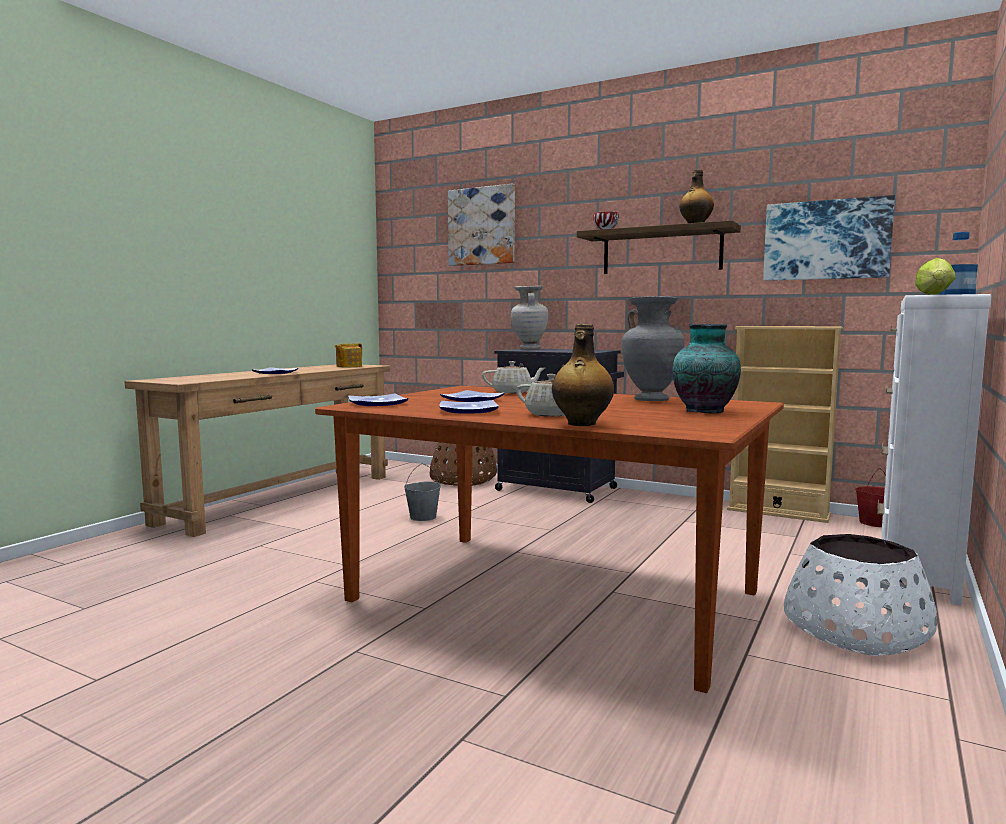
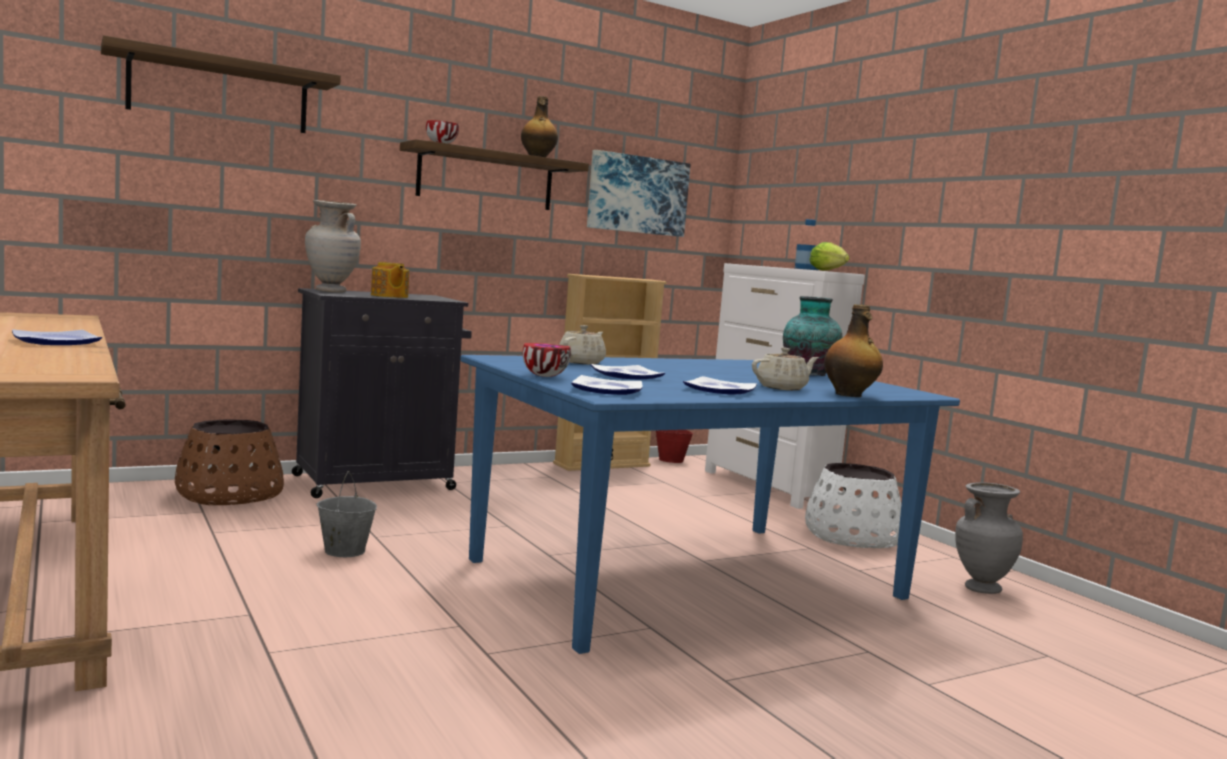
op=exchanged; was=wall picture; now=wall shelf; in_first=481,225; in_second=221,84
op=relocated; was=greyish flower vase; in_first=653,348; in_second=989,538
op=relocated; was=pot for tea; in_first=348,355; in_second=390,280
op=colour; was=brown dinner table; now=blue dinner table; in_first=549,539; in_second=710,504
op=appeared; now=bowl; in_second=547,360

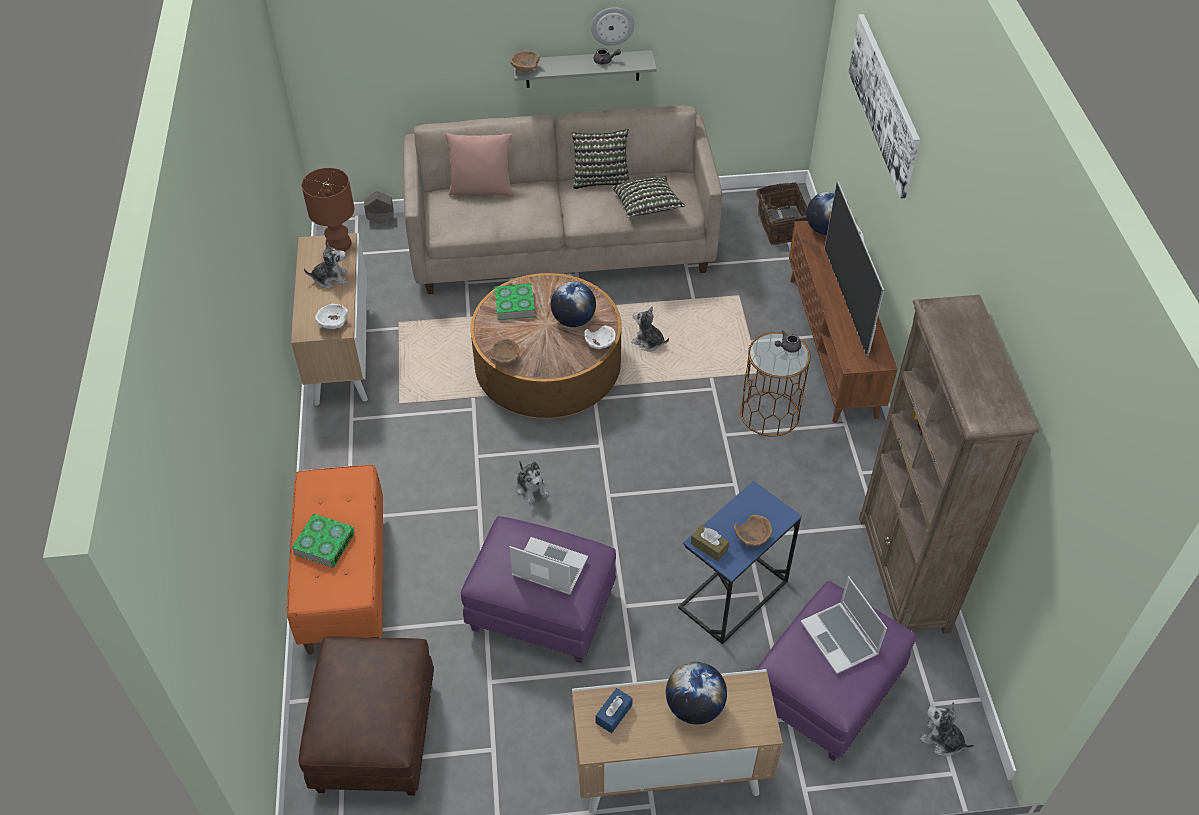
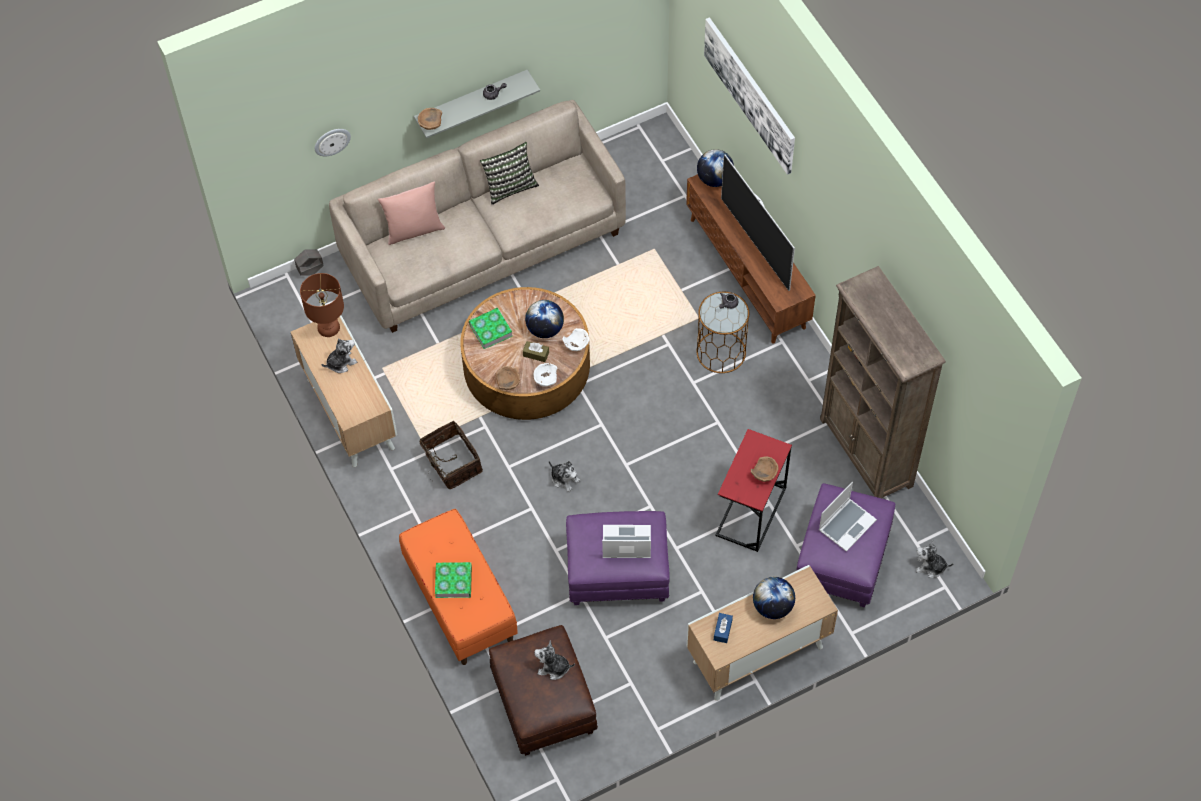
op=relocated; was=hanging clock; in_first=612,26; in_second=333,142
op=missing; was=cushion; in_first=648,196
op=relocated; was=household basket; in_first=781,213; in_second=451,455
op=relocated; was=whitish bowl; in_first=331,316; in_second=545,375
op=relocated; was=cuddly toy; in_first=650,329; in_second=554,660
op=colour; was=blue side table; now=red side table; in_first=740,562; in_second=753,490
op=relocated; was=brown tissue box; in_first=710,543; in_second=536,351
op=spun; was=notebook computer; in_first=844,625; in_second=848,517; clockwise=-90

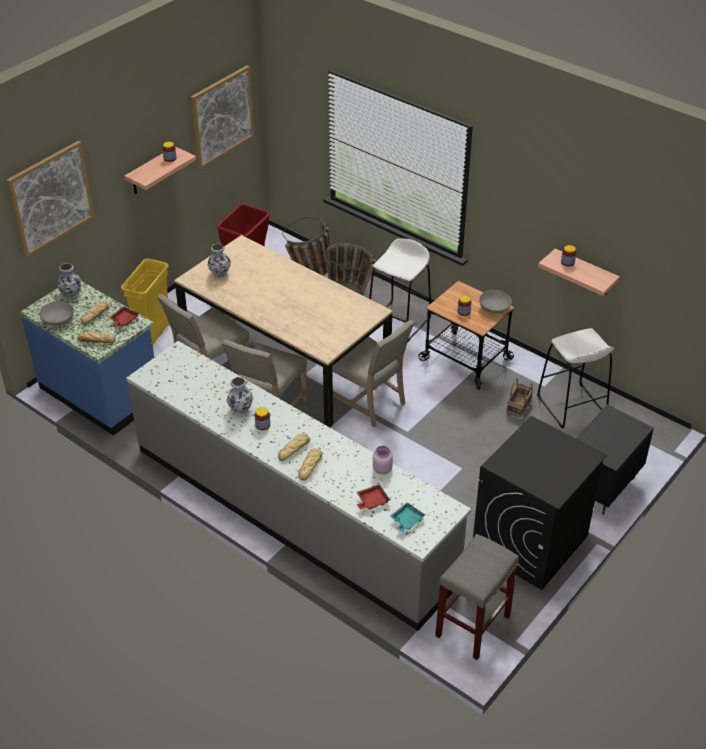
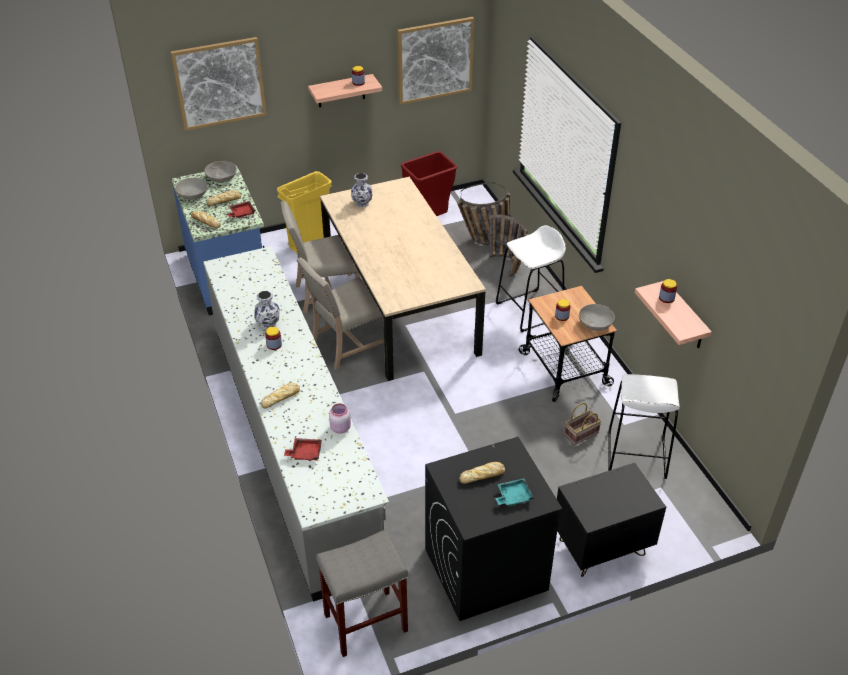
op=exchanged; was=flower vase; now=greyish bowl; in_first=69,281; in_second=220,171
op=missing; was=beige-coloured plain chair; in_first=373,374
op=relocated; was=bread; in_first=294,447; in_second=482,473
op=relocated; was=turquoise serving tray; in_first=408,517; in_second=514,492

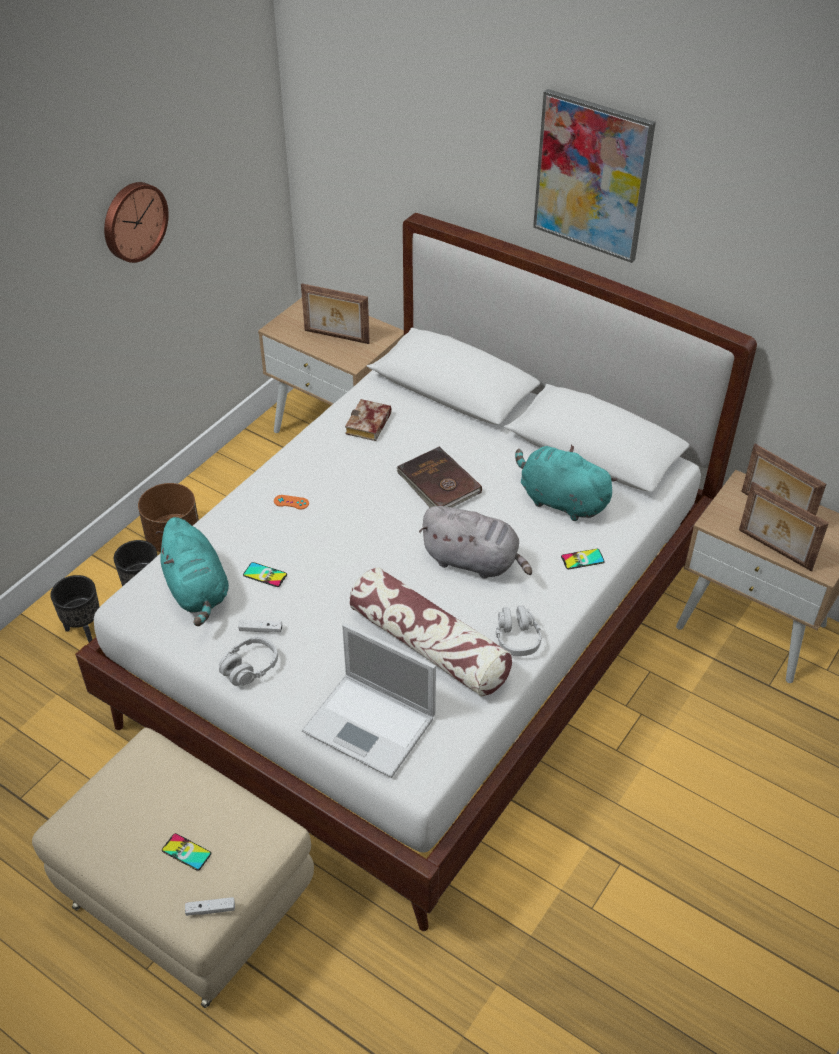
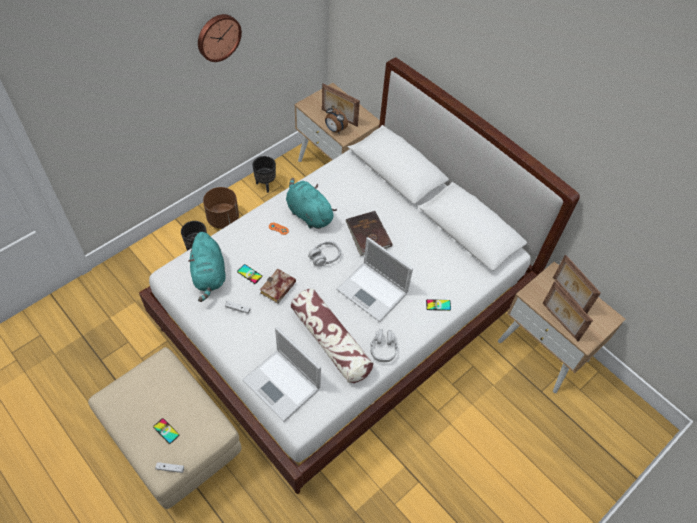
op=missing; was=wall picture; in_first=594,176
op=relocated; was=bound book; in_first=368,420; in_second=278,286
op=relocated; was=turquoise cuddly toy; in_first=566,483; in_second=311,203
op=exchanged; was=greyish cuddly toy; now=notebook computer; in_first=475,542; in_second=374,279
op=relocated; was=black plant pot; in_first=75,609; in_second=264,174
op=relocated; was=greyish pair of headphones; in_first=248,661; in_second=324,254
op=appeared; now=alarm clock; in_second=336,119

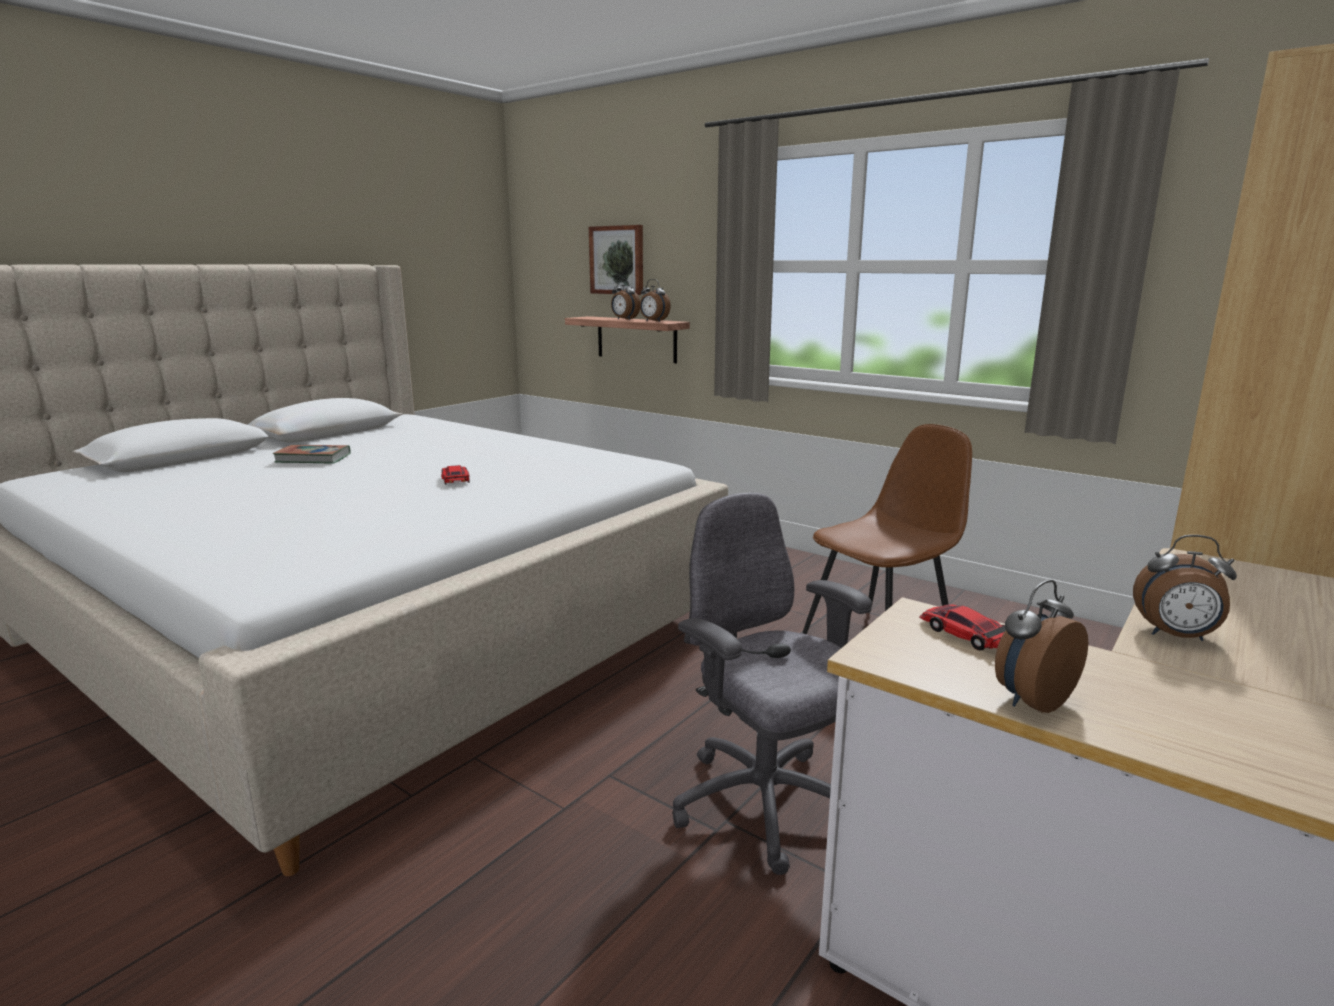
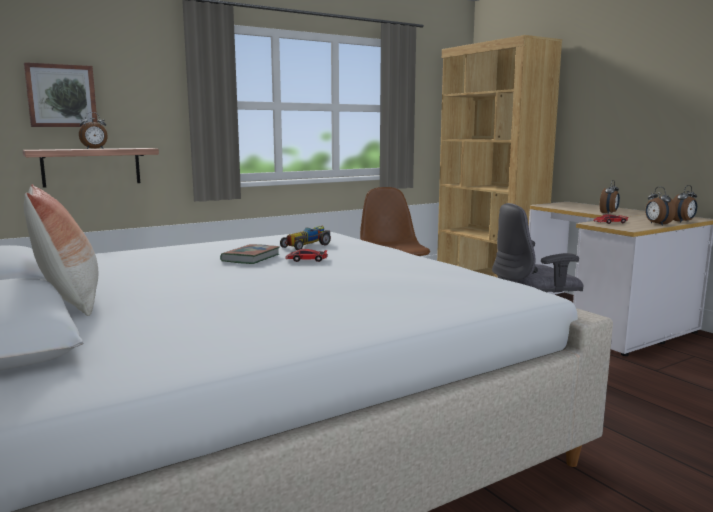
op=relocated; was=alarm clock; in_first=655,300; in_second=685,204
op=relocated; was=bound book; in_first=312,454; in_second=250,254
op=appeared; now=cushion; in_second=61,250
op=appeared; now=model car; in_second=305,238

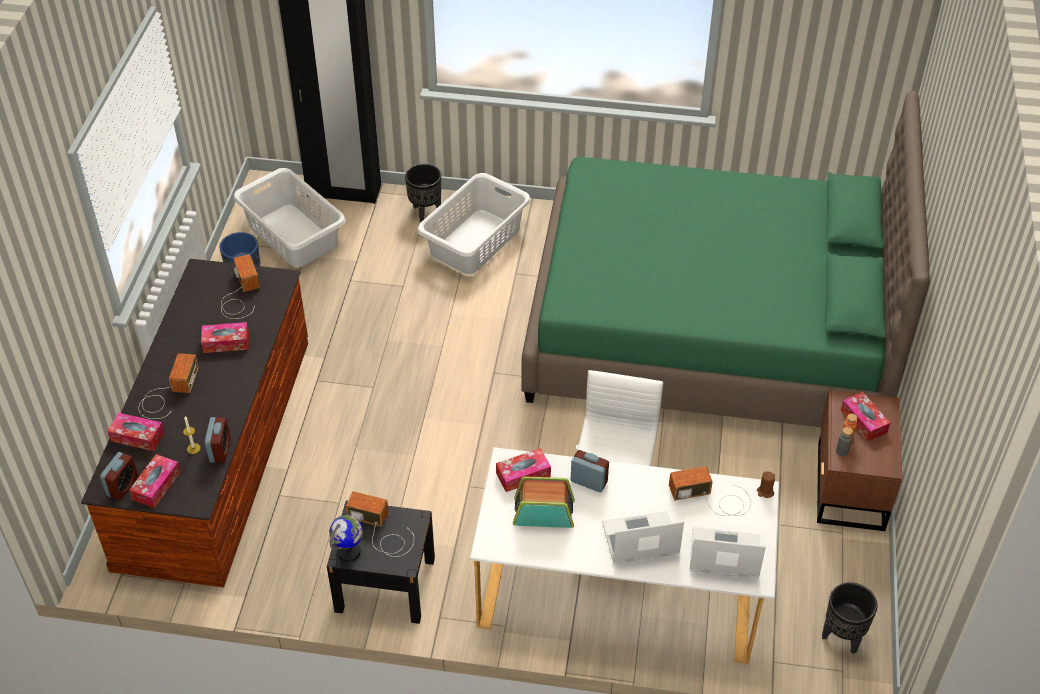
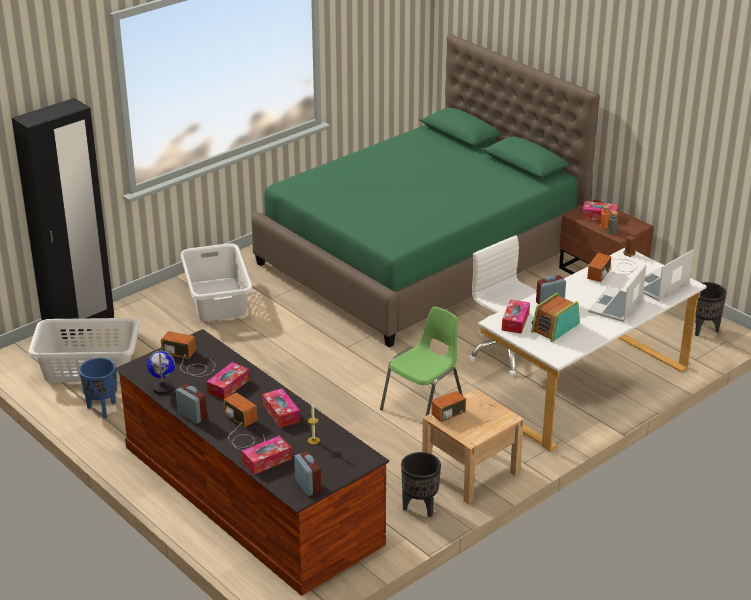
op=relocated; was=black plant pot; in_first=423,193; in_second=421,484
op=relocated; was=alarm clock; in_first=218,440; in_second=191,404
op=relocated; was=tissue box; in_first=155,481; in_second=281,408
op=colour; was=black bedside table; now=beige-coloured bedside table; in_first=381,562; in_second=473,447
op=relocated; was=world globe; in_first=346,538; in_second=161,373
op=appeared; now=green-coloured plain chair; in_second=421,369

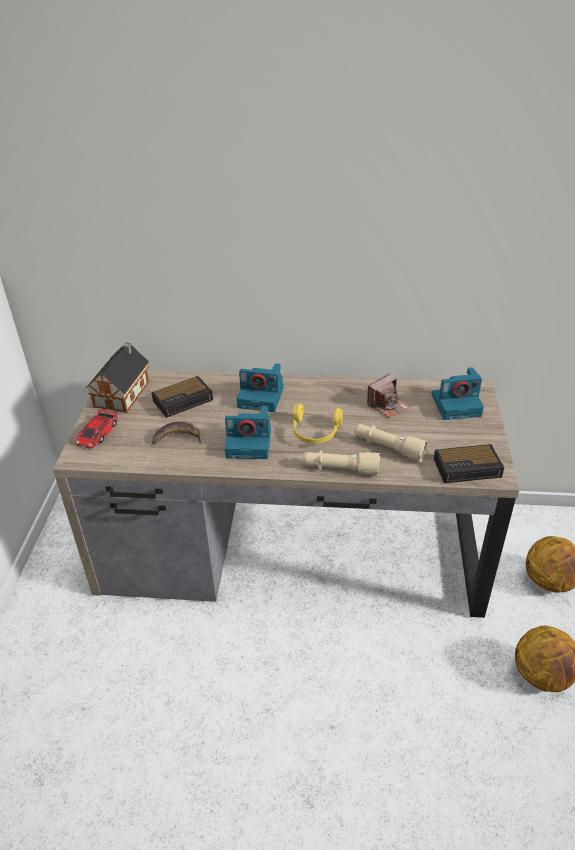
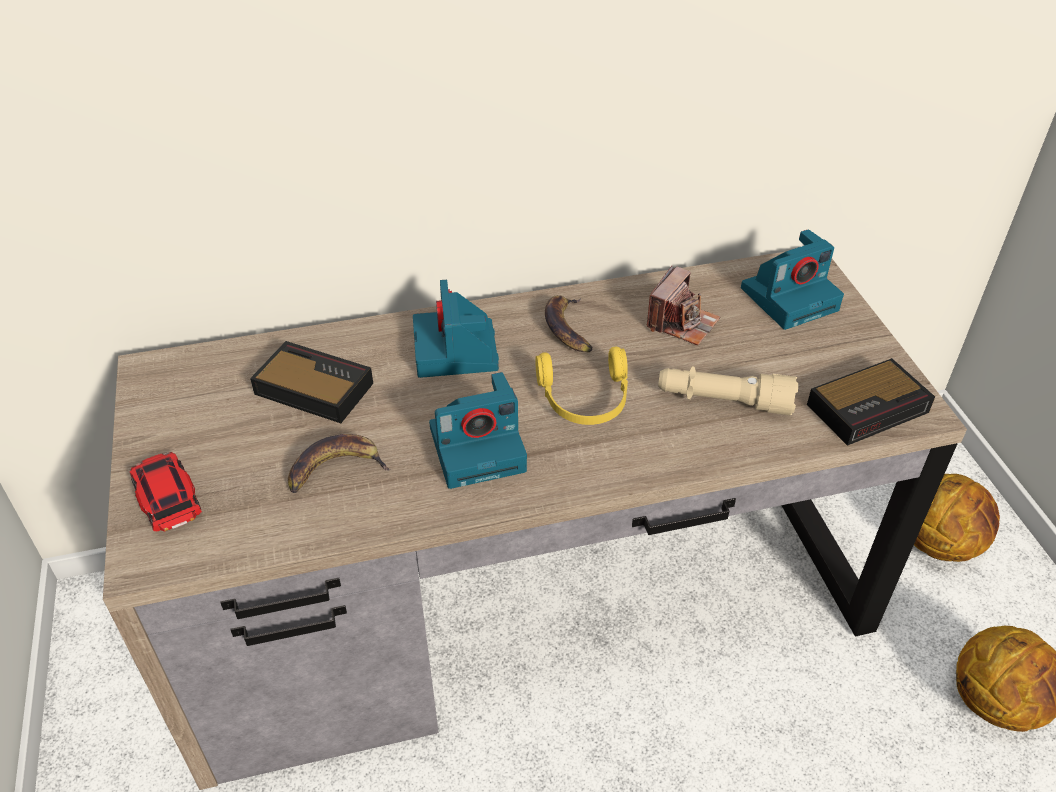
op=missing; was=model house; in_first=117,378
op=spun; was=still camera; in_first=260,387; in_second=456,329; clockwise=90
op=spun; was=alarm clock; in_first=182,397; in_second=311,382; clockwise=-105
op=spun; was=model car; in_first=97,429; in_second=166,492; clockwise=150
op=missing; was=beige-coloured torch; in_first=341,462
op=appeared; now=banana; in_second=568,323

